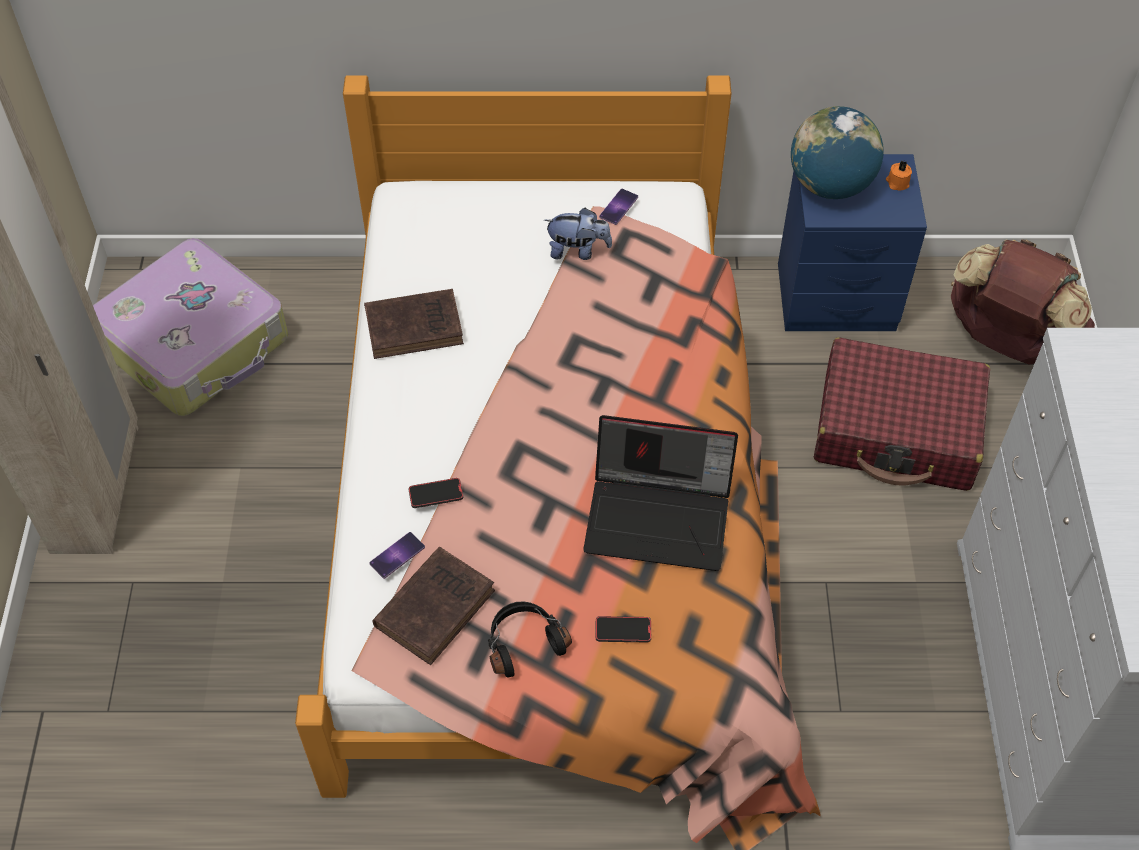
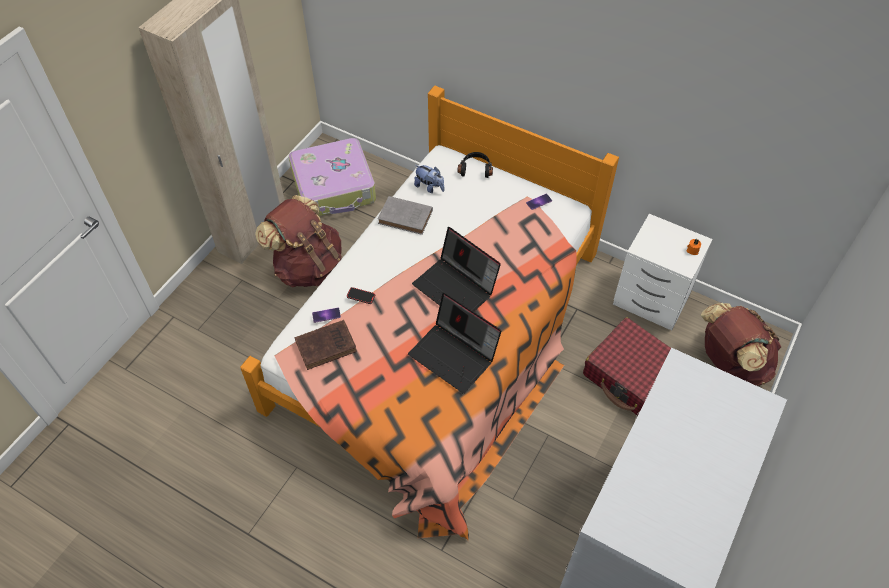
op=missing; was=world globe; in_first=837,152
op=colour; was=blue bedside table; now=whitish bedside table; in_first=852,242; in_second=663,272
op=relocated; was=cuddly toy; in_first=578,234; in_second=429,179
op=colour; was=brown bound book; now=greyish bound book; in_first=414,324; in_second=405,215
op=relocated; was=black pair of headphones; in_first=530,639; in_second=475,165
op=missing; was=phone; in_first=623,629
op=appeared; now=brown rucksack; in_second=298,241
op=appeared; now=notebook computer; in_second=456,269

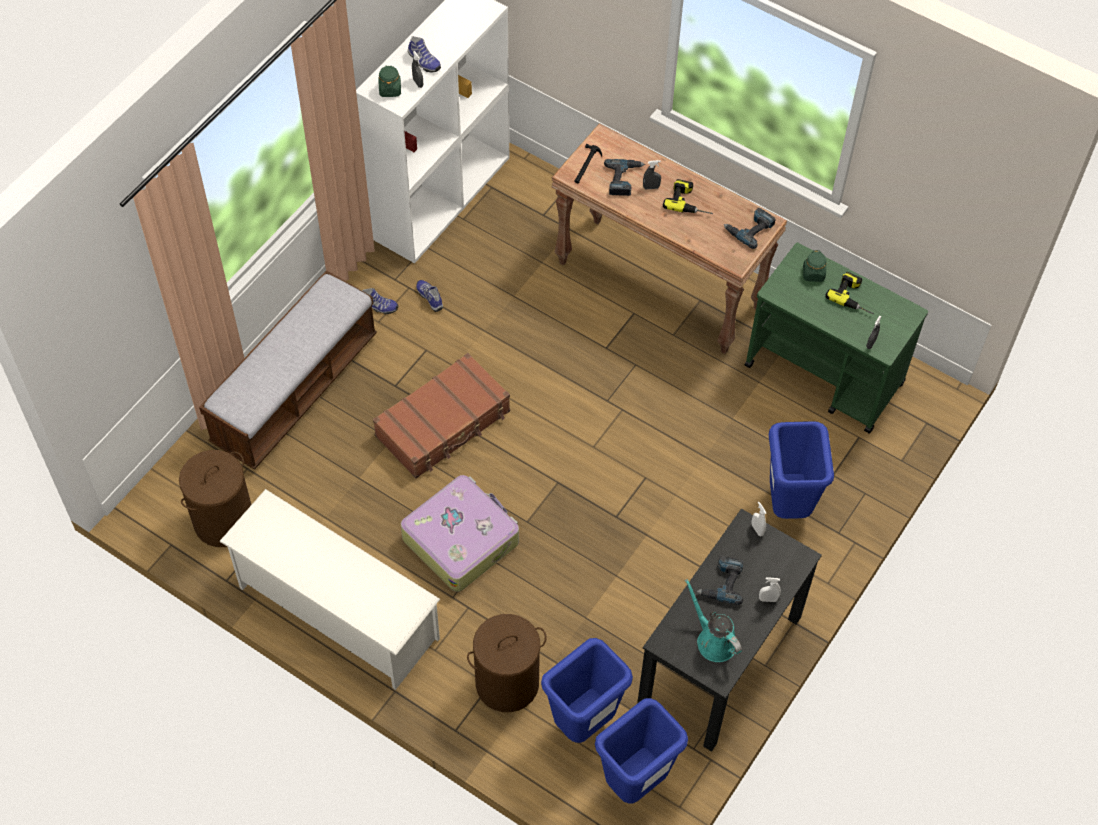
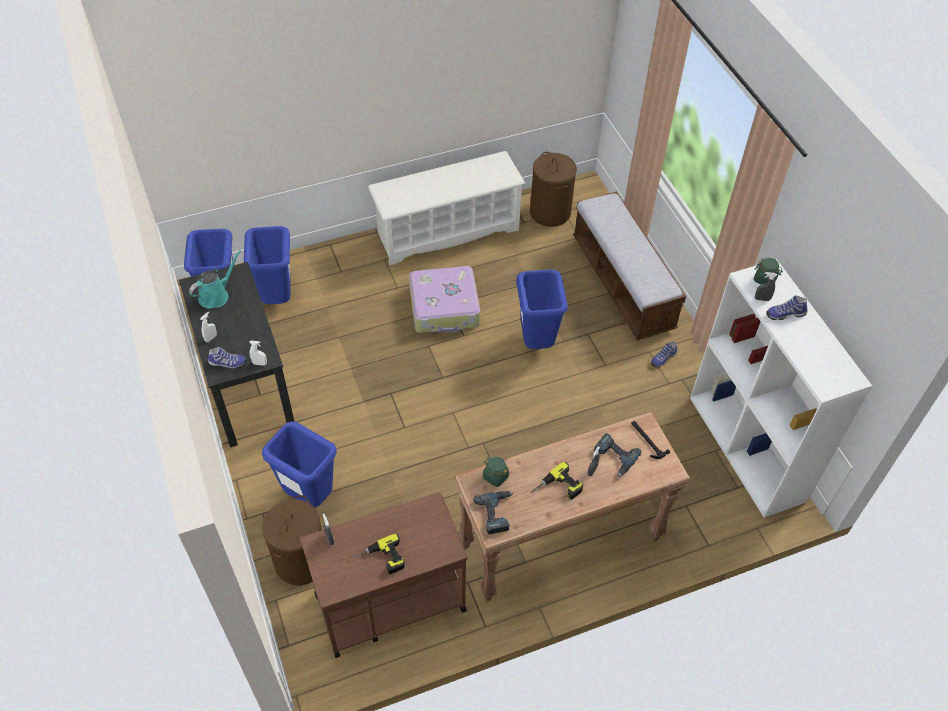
op=colour; was=green-coloured trolley; now=brown trolley; in_first=836,338; in_second=383,575
op=relocated; was=green-coloured preserve jar; in_first=815,266; in_second=496,472
op=relocated; was=low shoe; in_first=429,296; in_second=227,358
op=exchanged; was=brown travel case; now=blue waste bin; in_first=441,416; in_second=542,309
op=missing; was=electric drill; in_first=720,580
op=spun; was=turquoise watering pot; in_first=713,620; in_second=215,279; clockwise=-45
op=relocated; was=brown laundry basket; in_first=507,663; in_second=292,540

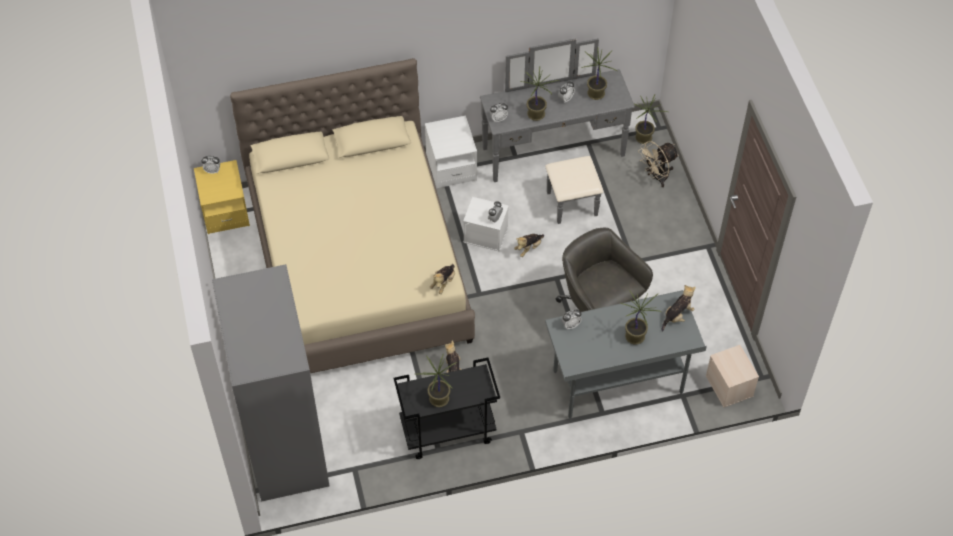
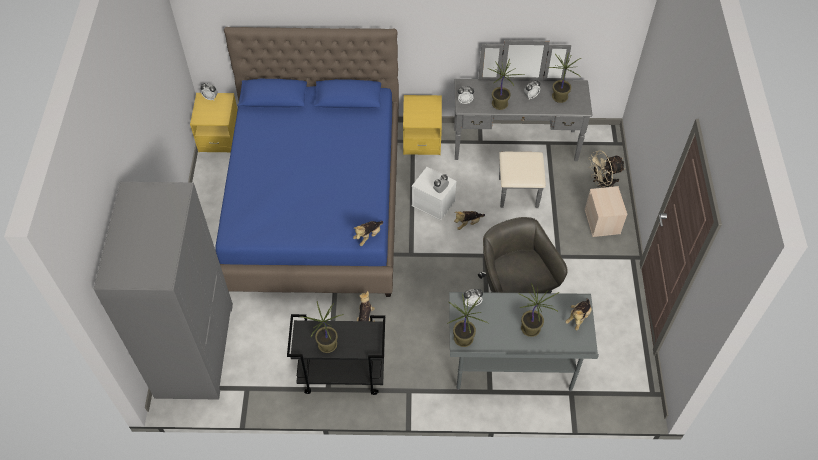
op=colour; was=beige-coloured sleeping bed; now=blue sleeping bed; in_first=352,215; in_second=307,162
op=relocated; was=houseplant; in_first=650,119; in_second=468,320
op=colour; was=whitish bedside table; now=yellow-coloured bedside table; in_first=451,152; in_second=422,125
op=spun; was=cuddly toy; in_first=679,308; in_second=578,314; clockwise=150
op=relocated; was=beige-coloured storage box; in_first=732,376; in_second=606,211

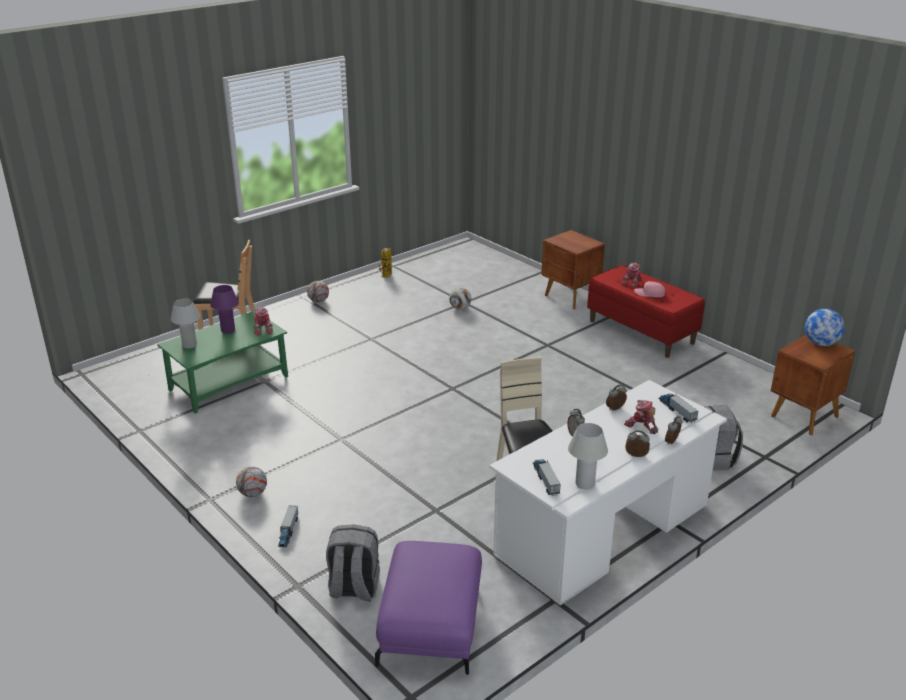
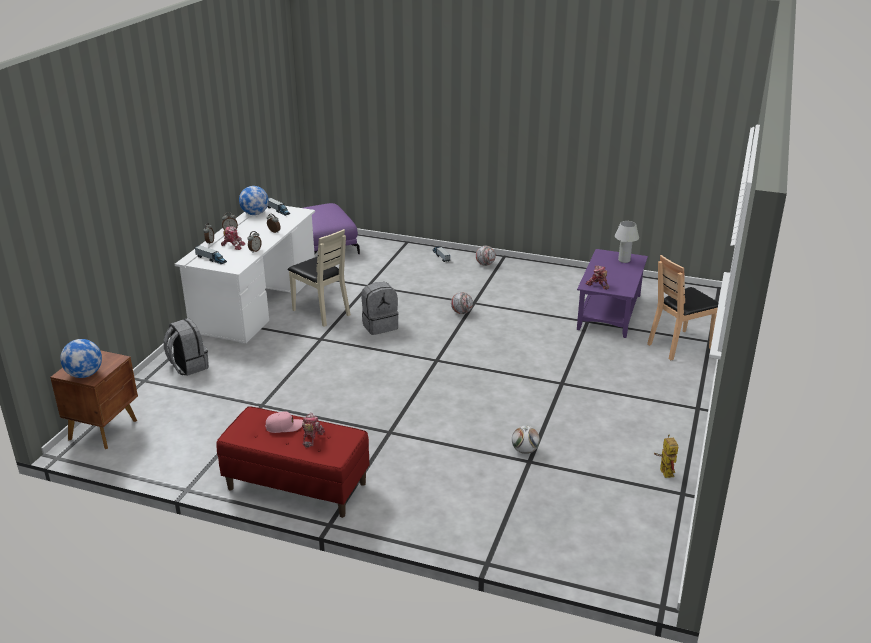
op=missing; was=brown bedside table; in_first=573,269
op=relocated; was=football; in_first=318,291; in_second=462,303
op=missing; was=purple-coloured lamp for a table; in_first=224,309
op=colour; was=green-coloured low table; now=purple-coloured low table; in_first=222,362; in_second=612,293
op=exchanged; was=whitish lamp for a table; now=world globe; in_first=588,456; in_second=254,200
op=relocated; was=greyish rucksack; in_first=353,562; in_second=380,308

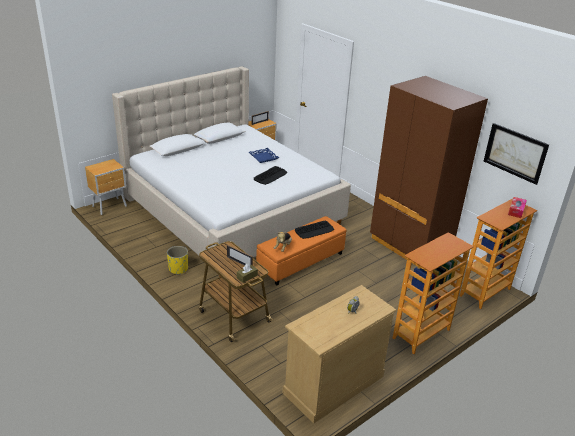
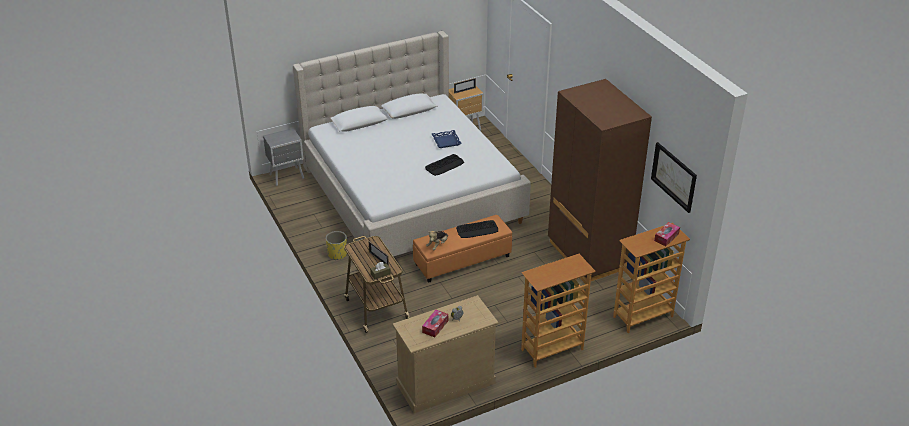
op=colour; was=brown bedside table; now=greyish bedside table; in_first=106,187; in_second=283,157
op=appeared; now=tissue box; in_second=435,323

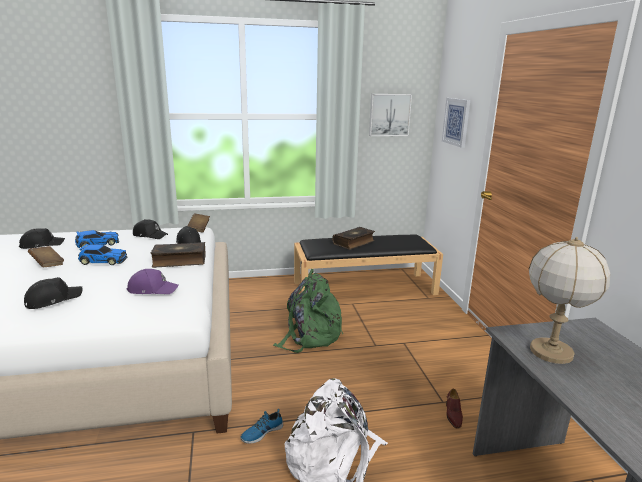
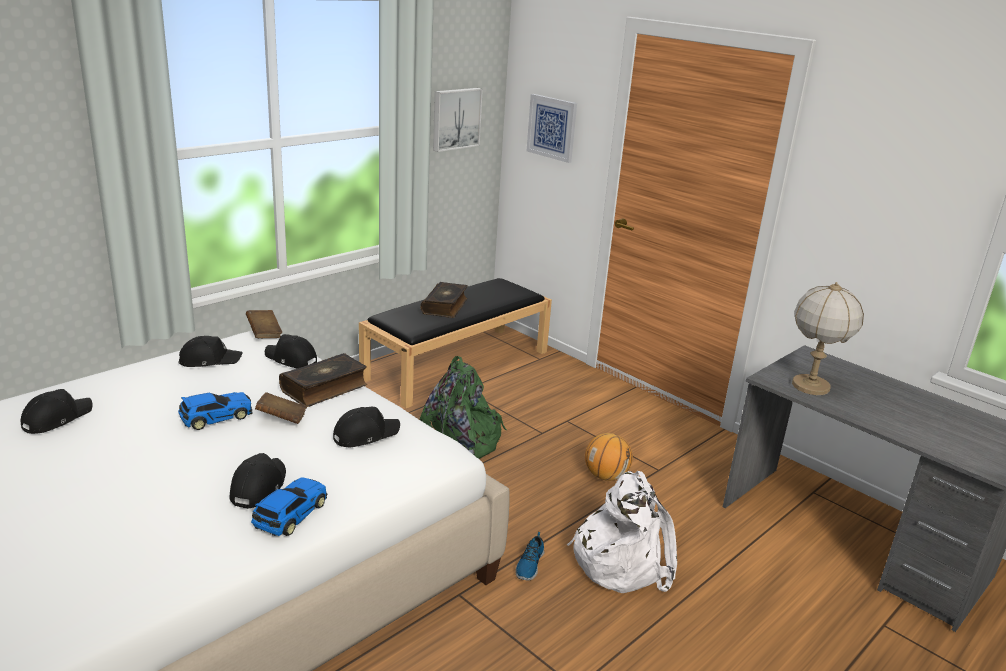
op=relocated; was=model car; in_first=97,239; in_second=289,506
op=relocated; was=brown bound book; in_first=46,256; in_second=281,408
op=colour; was=purple-coloured peaked cap; now=black peaked cap; in_first=153,281; in_second=366,427
op=missing; was=brown low shoe; in_first=454,409
op=appeared; now=basketball; in_second=609,457

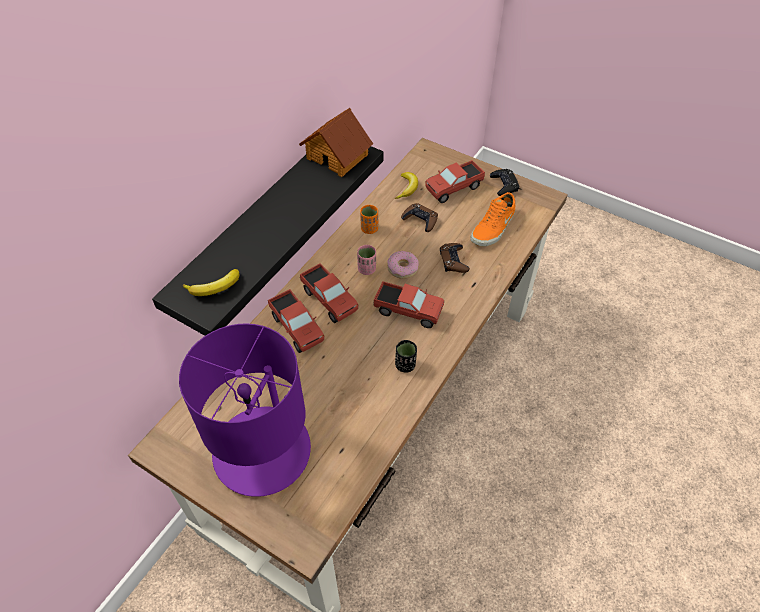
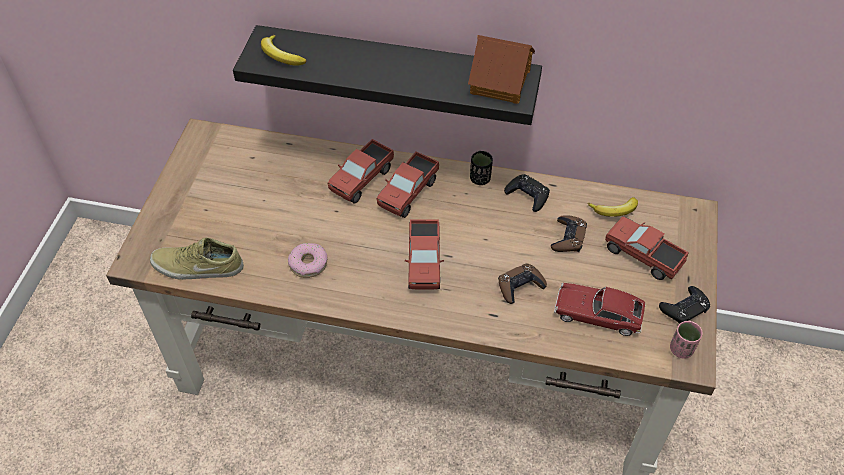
op=exchanged; was=orange-coloured low shoe; now=model car; in_first=492,219; in_second=600,309
op=exchanged; was=orange-coloured drinking cup; now=black gamepad; in_first=369,219; in_second=527,193
op=relocated; was=pink drinking cup; in_first=366,260; in_second=686,339
op=relocated; was=donut; in_first=403,265; in_second=308,260
op=missing; was=purple-coloured lamp for a table; in_first=245,410
op=relocated; was=black drinking cup; in_first=406,356; in_second=481,168
op=appeared; now=beige-coloured low shoe; in_second=197,259

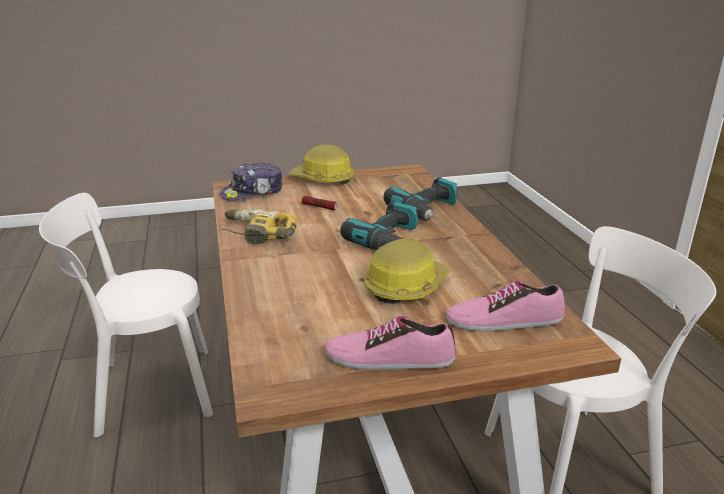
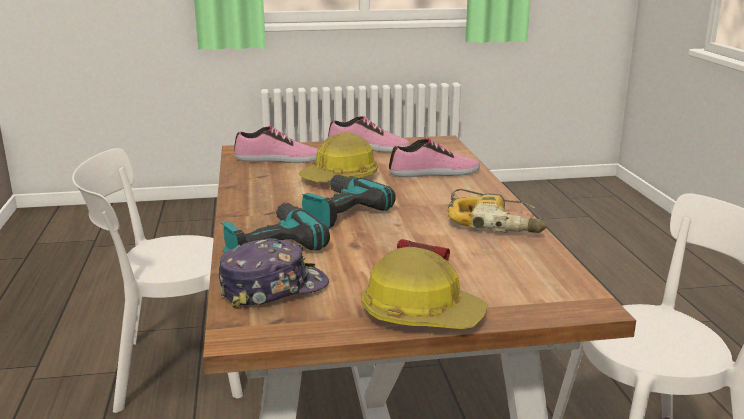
op=relocated; was=peaked cap; in_first=250,181; in_second=274,274
op=appeared; now=low shoe; in_second=434,157

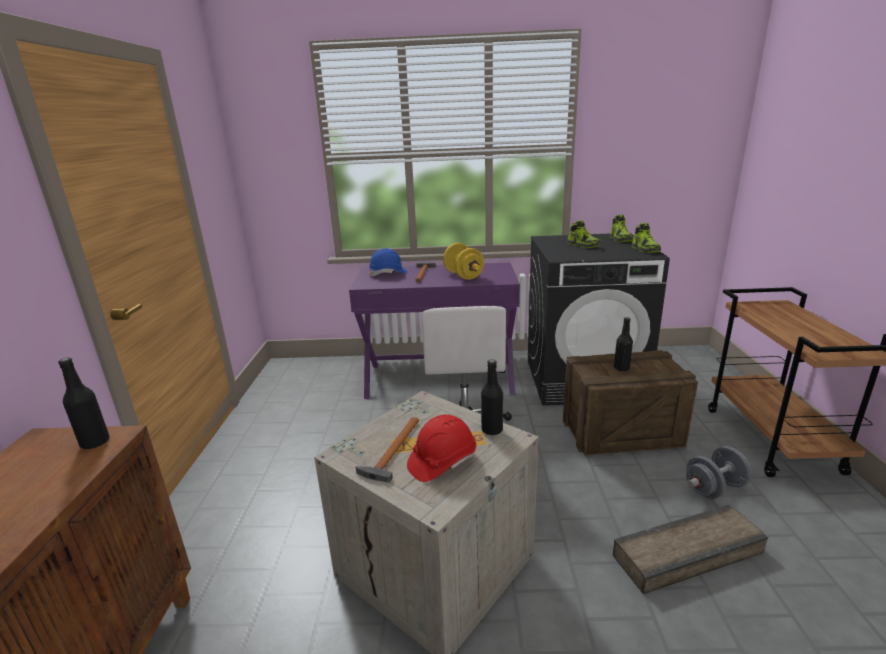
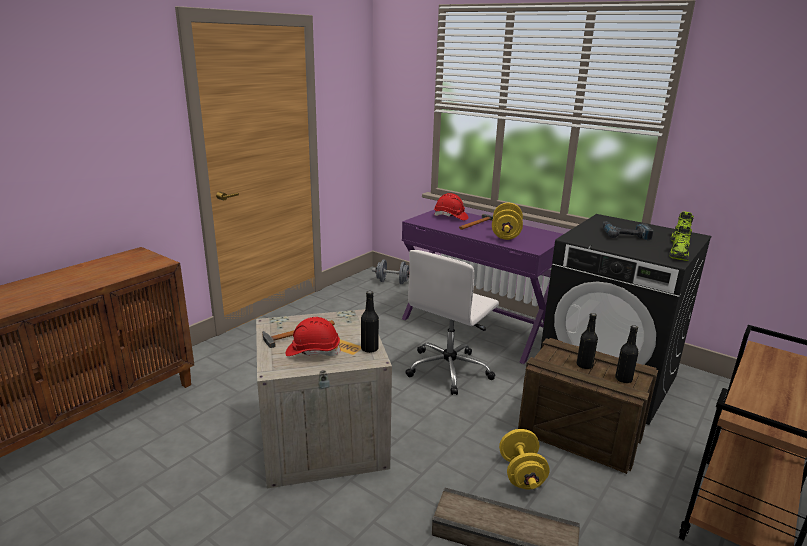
op=exchanged; was=low shoe; now=electric drill; in_first=584,234; in_second=628,230
op=colour; was=blue hard hat; now=red hard hat; in_first=388,262; in_second=451,207
op=relocated; was=black bottle; in_first=84,404; in_second=627,354
op=relocated; was=greyish dumbbell; in_first=719,472; in_second=391,272
op=appeared; now=yellow-coloured dumbbell; in_second=524,459

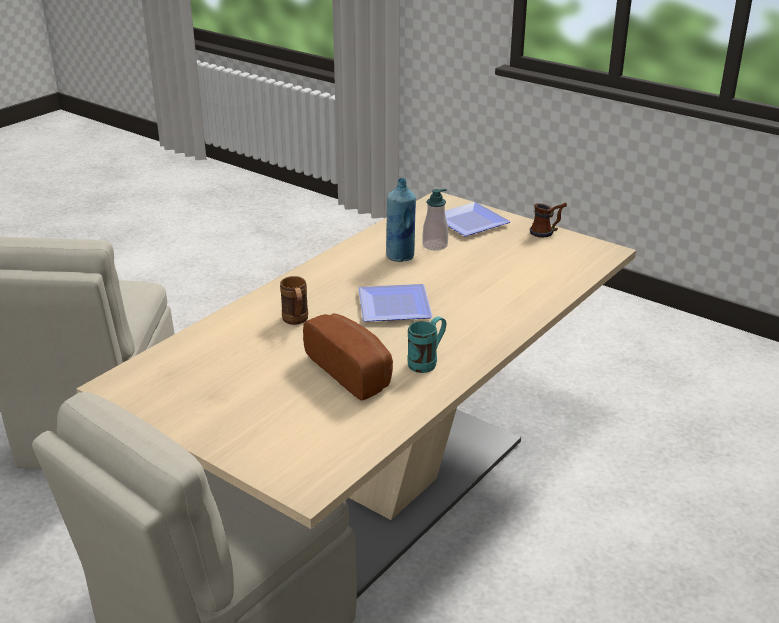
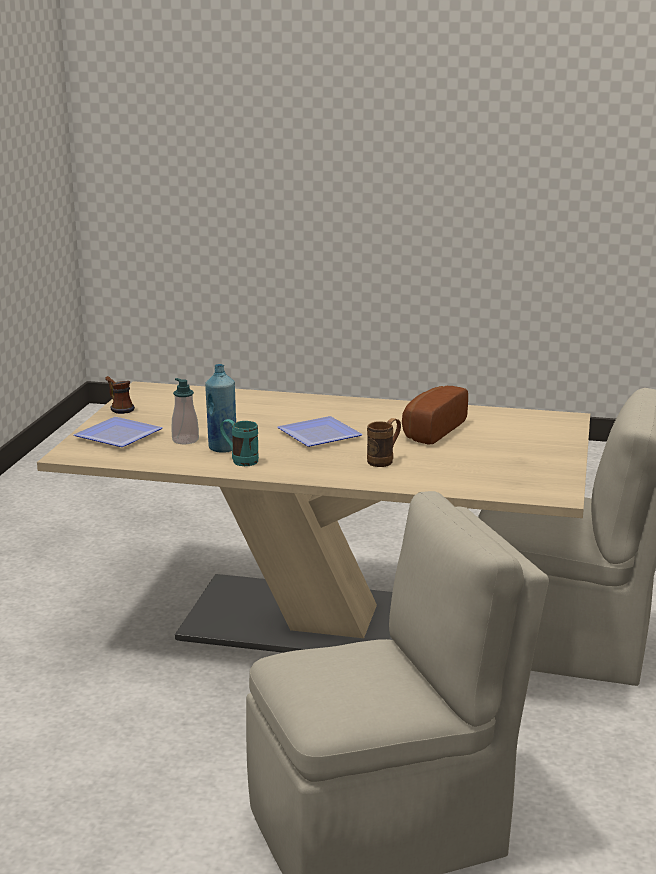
op=relocated; was=turquoise coffee mug; in_first=426,345; in_second=239,442

